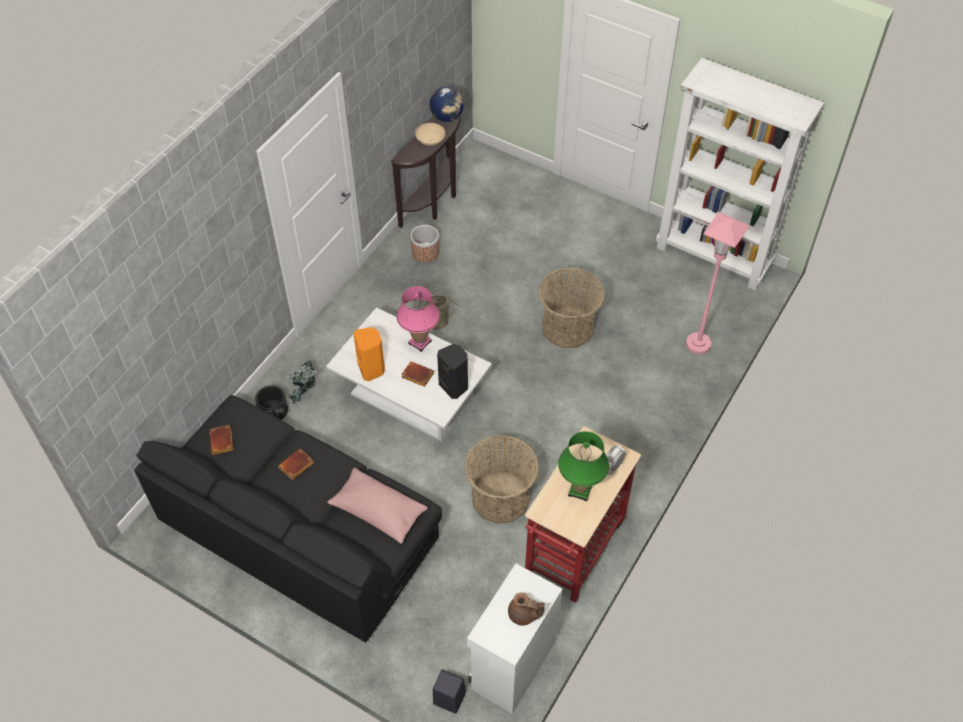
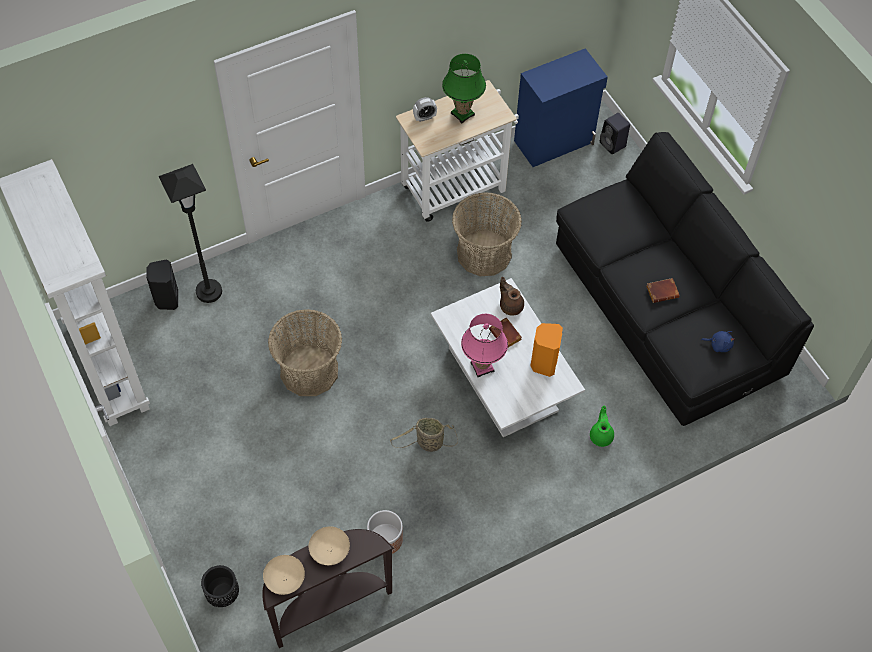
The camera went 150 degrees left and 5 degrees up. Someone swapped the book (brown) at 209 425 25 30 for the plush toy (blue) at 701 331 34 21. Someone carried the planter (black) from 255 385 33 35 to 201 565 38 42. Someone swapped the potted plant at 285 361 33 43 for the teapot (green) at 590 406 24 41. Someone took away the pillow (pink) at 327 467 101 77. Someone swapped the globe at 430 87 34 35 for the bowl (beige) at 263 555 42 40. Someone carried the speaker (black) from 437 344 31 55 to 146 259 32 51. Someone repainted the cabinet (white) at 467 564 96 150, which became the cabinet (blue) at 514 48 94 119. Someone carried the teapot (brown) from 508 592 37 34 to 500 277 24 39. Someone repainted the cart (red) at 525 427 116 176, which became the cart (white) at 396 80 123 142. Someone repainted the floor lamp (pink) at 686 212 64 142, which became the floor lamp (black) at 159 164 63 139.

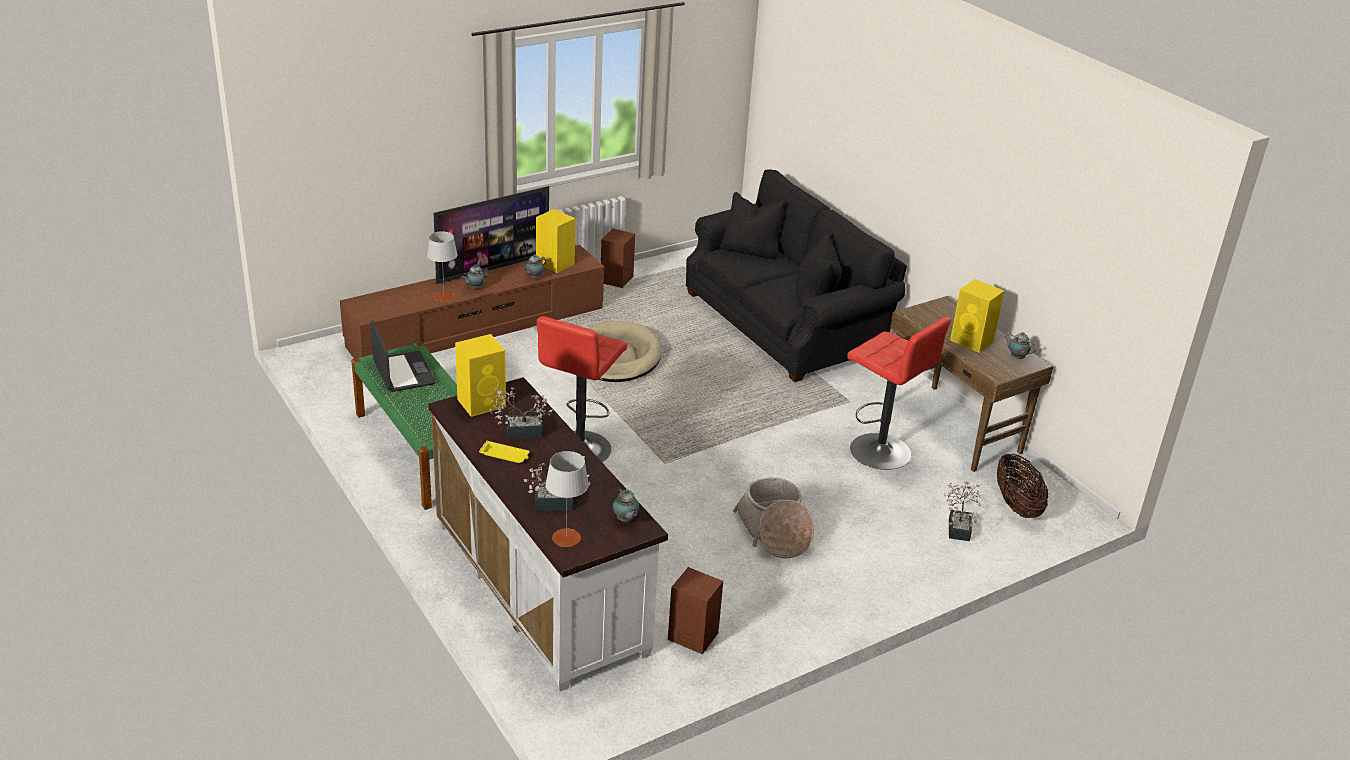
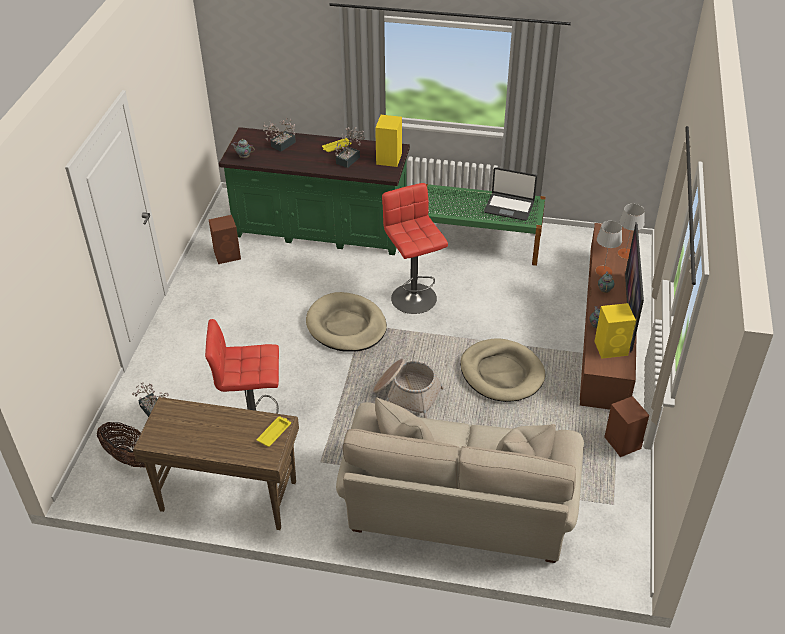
The camera went 135 degrees right and 10 degrees up. Someone repainted the cabinet (white) at 428 377 240 315, which became the cabinet (green) at 219 127 191 128. Someone carried the table lamp (grey) from 545 451 44 96 to 618 204 27 55. Someone repainted the sofa (black) at 686 169 221 213, which became the sofa (beige) at 336 397 248 166. Someone carried the basket from 733 477 81 81 to 373 359 71 59. Someone took away the speaker (yellow) at 950 279 54 74. Someone took away the teapot at 1005 332 31 27. Someone put down the tray (yellow) at 257 416 34 31. Someone put down the dog bed (beige) at 306 292 81 60.

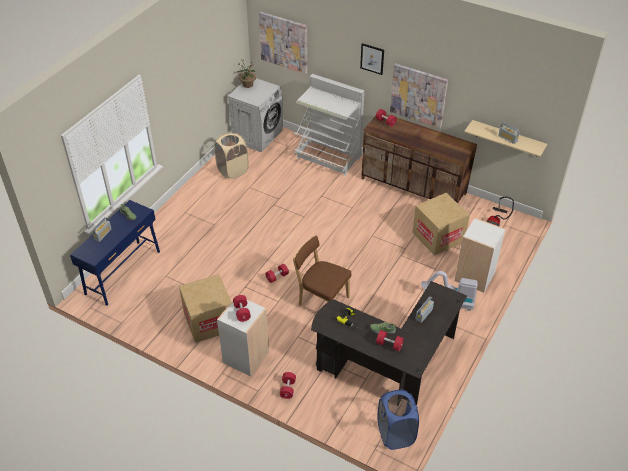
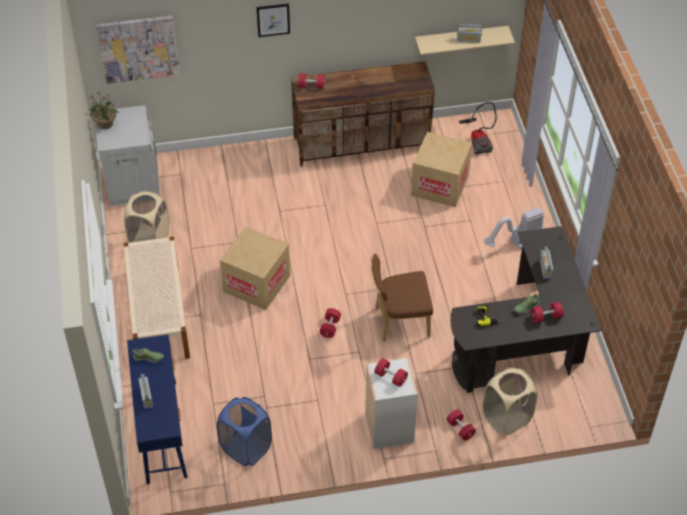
The camera went 40 degrees left and 5 degrees up. Someone carried the cardboard box from 179 274 52 69 to 220 227 70 83. Someone took away the shoe rack (white) at 294 74 71 102. Someone carried the laundry basket (blue) from 377 390 42 60 to 217 397 55 69. Someone took away the picture at 390 63 58 65. Someone took away the bookcase at 455 218 50 75. Someone put down the bench (beige) at 123 236 67 123. Someone put down the laundry basket (beige) at 483 367 55 68.

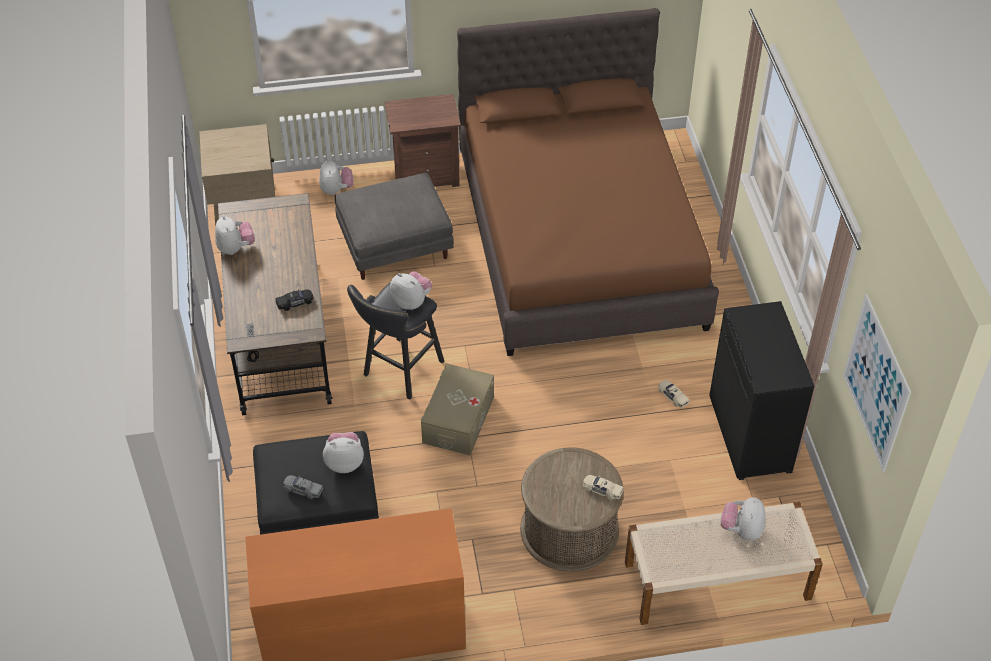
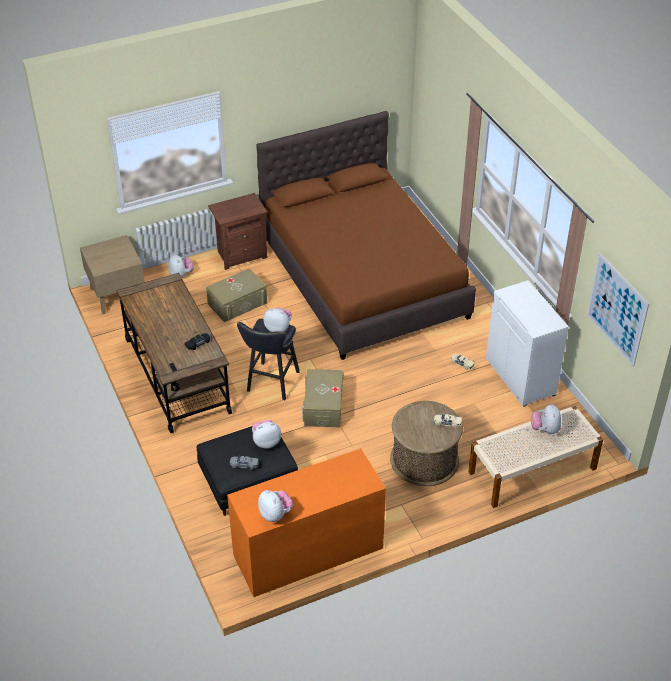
The camera went 15 degrees left and 5 degrees down. Someone carried the plush toy from 215 215 40 40 to 258 490 36 32. Someone swapped the ottoman (grey) at 335 173 119 107 for the storage box (beige) at 206 268 61 54. Someone repainted the cabinet (black) at 709 301 105 179, which became the cabinet (white) at 486 280 83 127.

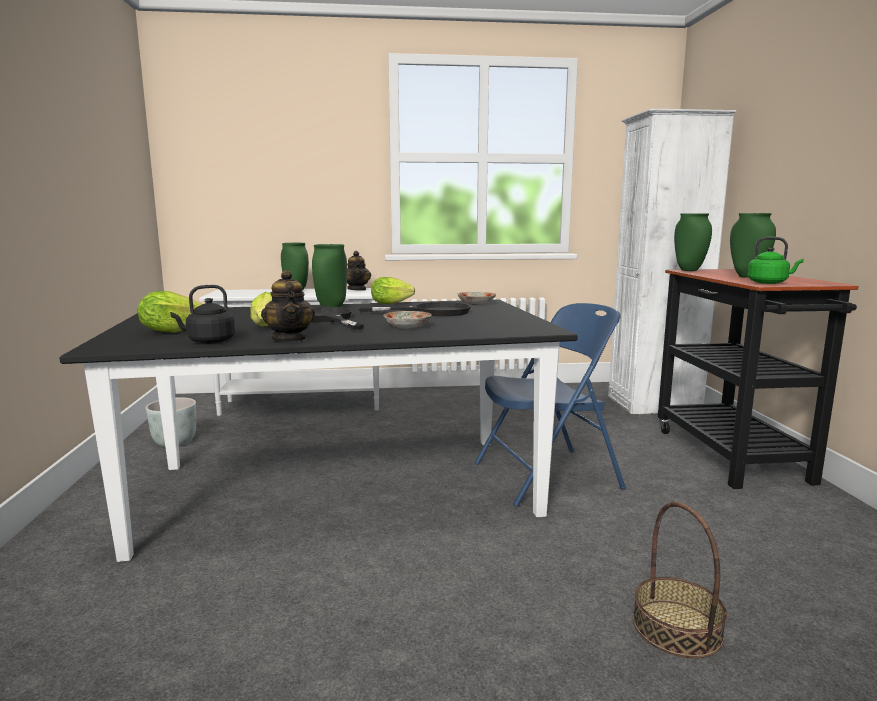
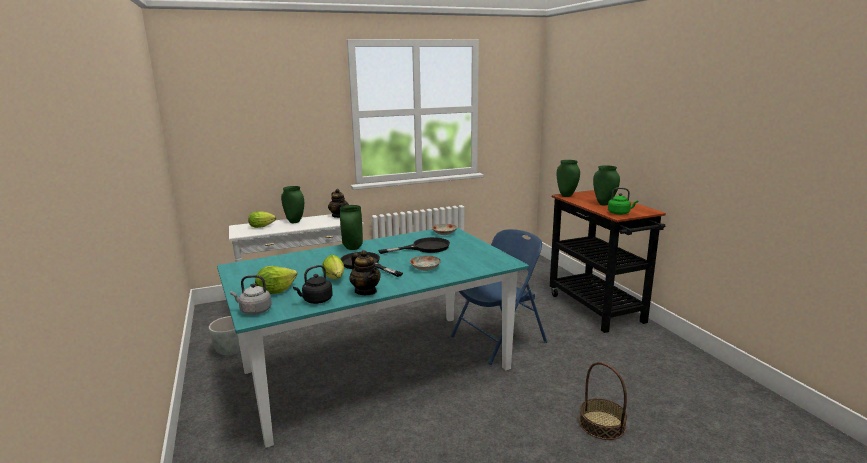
The camera went 15 degrees left and 5 degrees up. Someone repainted the dining table (black) at 59 299 519 263, which became the dining table (turquoise) at 217 228 312 220. Someone carried the lettuce from 371 277 44 27 to 248 211 28 17. Someone took away the cabinet (white) at 608 109 128 305. Someone put down the kettle (grey) at 230 275 42 40.

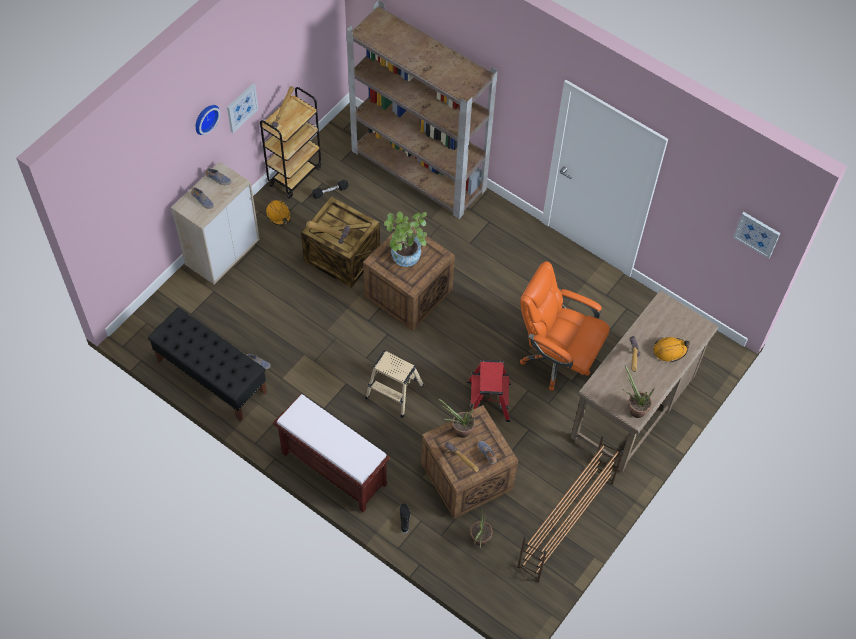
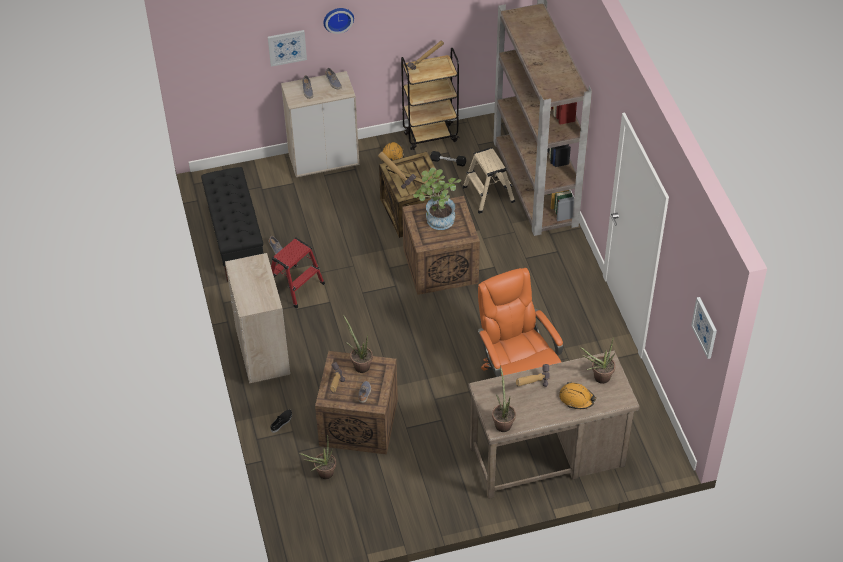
The camera went 40 degrees right and 10 degrees down. Someone carried the picture from 227 83 32 50 to 268 30 39 37. Someone swapped the bench (brown) at 273 394 117 118 for the cabinet (beige) at 225 253 65 131. Someone carried the step ladder (beige) from 365 350 59 68 to 462 147 53 67. Someone carried the step ladder (red) from 467 360 44 62 to 271 238 54 70. Someone took away the shoe rack (brown) at 517 437 107 145. Someone put down the potted plant at 580 337 35 47.

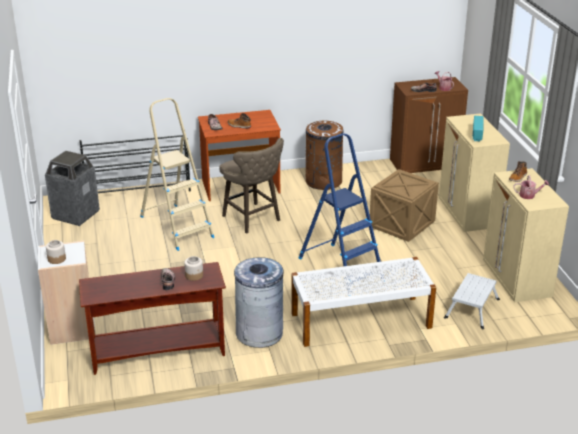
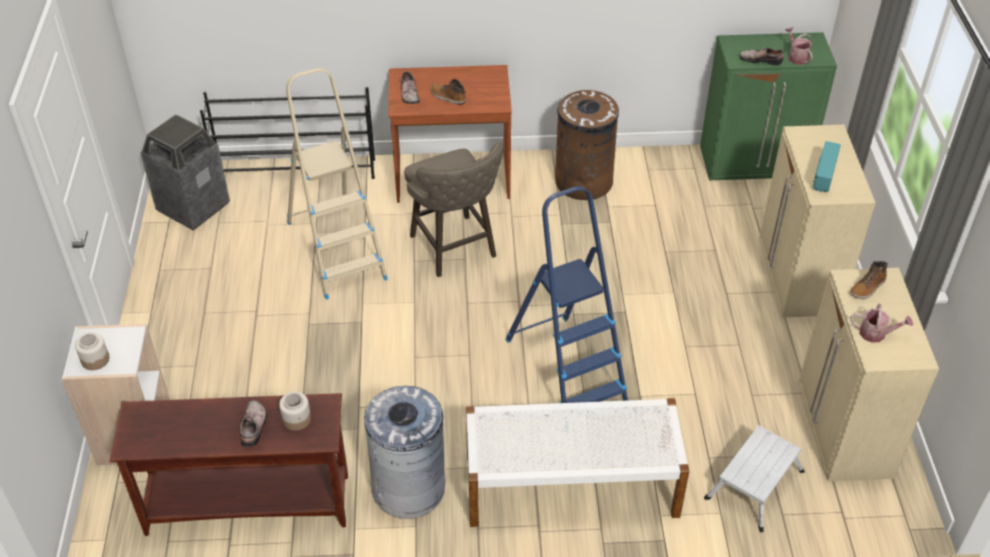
The camera went 10 degrees right and 15 degrees up. Someone took away the crate at 370 169 69 73. Someone repainted the cabinet (brown) at 390 77 78 96, which became the cabinet (green) at 700 32 137 148.

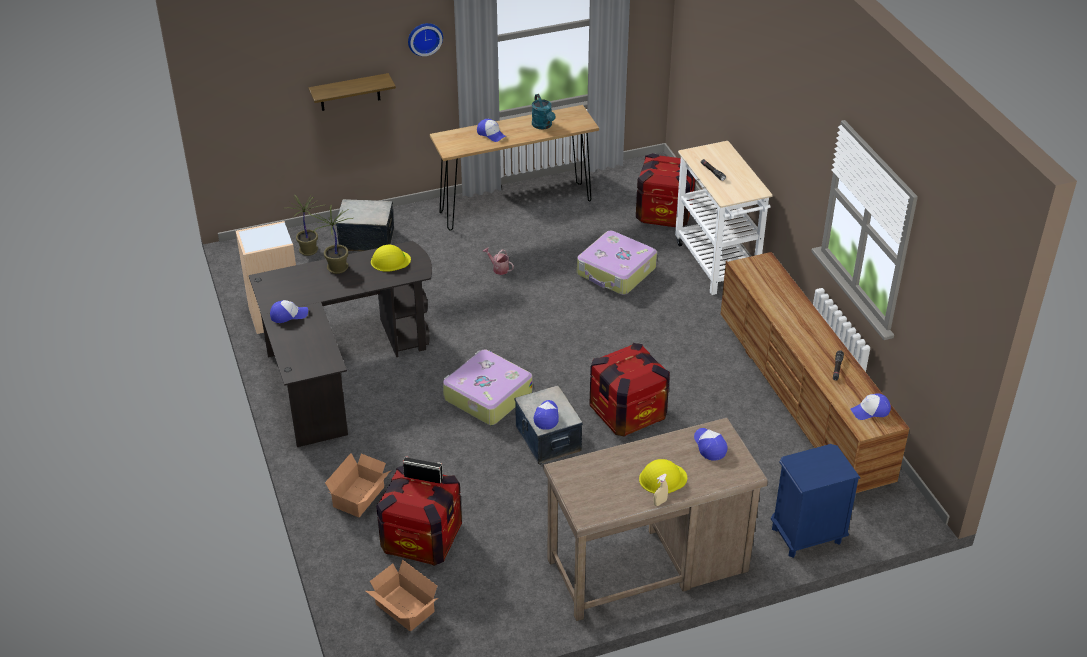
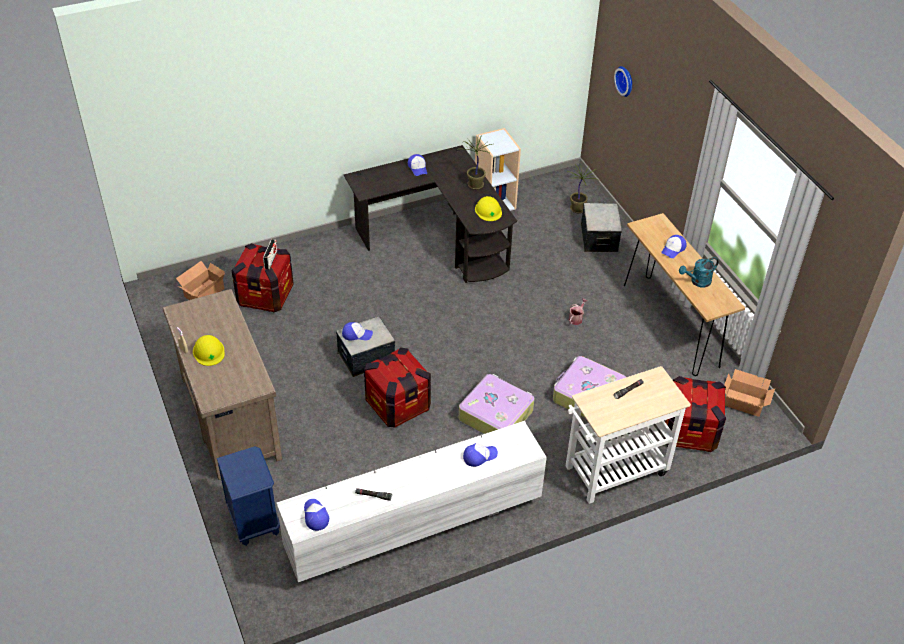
The camera went 85 degrees right and 5 degrees up. Someone took away the shelf at 308 73 88 38. Someone carried the cardboard box from 325 453 65 64 to 724 369 51 48. Someone carried the wall clock from 408 23 35 33 to 614 66 18 31. Someone carried the suitcase from 443 349 90 76 to 459 374 75 60. Someone carried the cap from 694 428 33 33 to 463 443 35 24. Someone repainted the cabinet (brown) at 721 252 189 241, which became the cabinet (white) at 277 421 270 161.

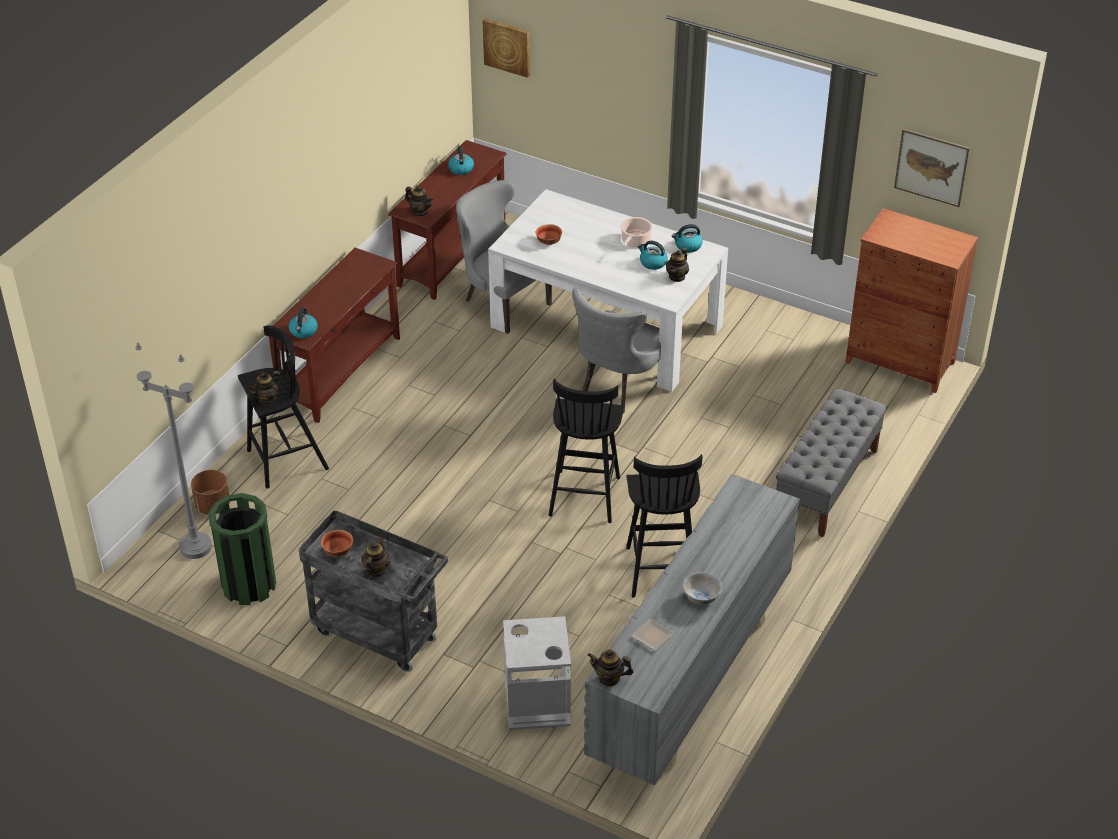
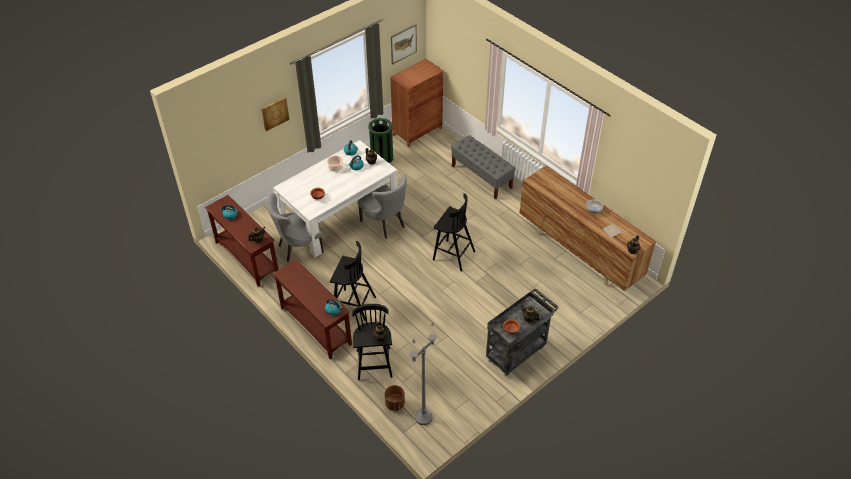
The camera went 70 degrees left and 5 degrees up. Someone carried the trash can (green) from 208 493 68 112 to 368 118 25 45. Someone carried the picture from 483 19 47 59 to 261 97 28 34. Someone took away the trash can (grey) at 503 616 68 114. Someone repainted the cabinet (grey) at 584 474 216 312, which became the cabinet (brown) at 519 166 137 125. Someone carried the stool (black) from 626 454 77 144 to 330 241 46 80.

